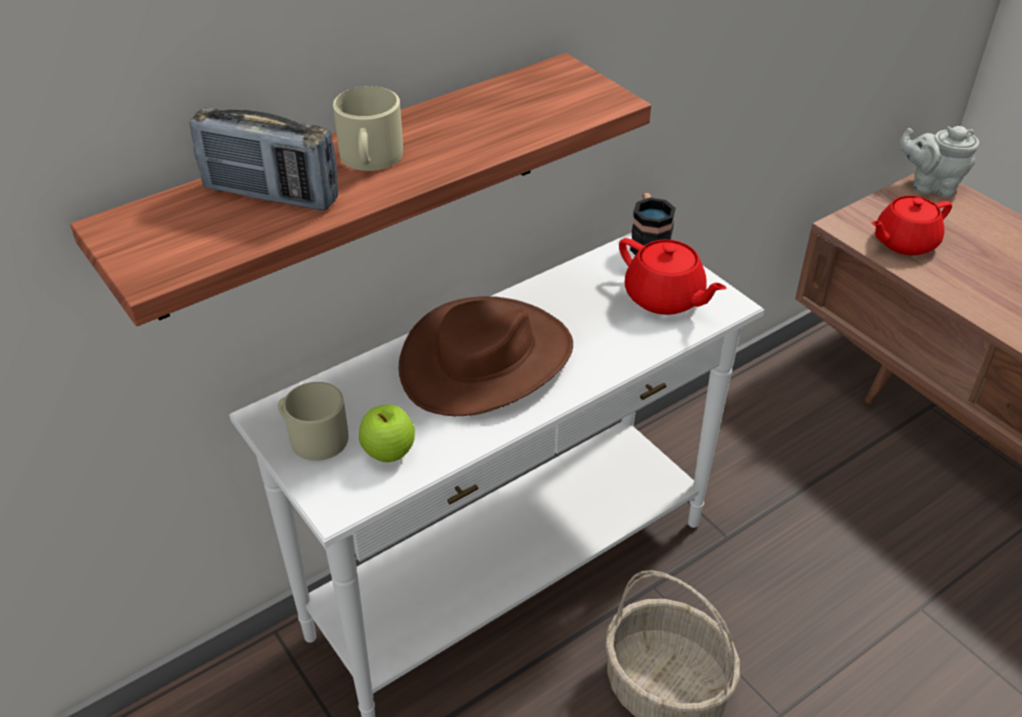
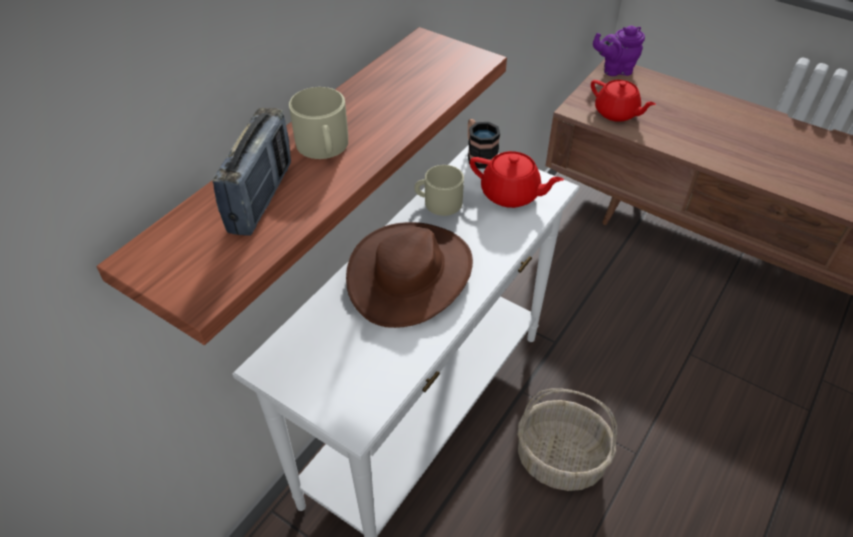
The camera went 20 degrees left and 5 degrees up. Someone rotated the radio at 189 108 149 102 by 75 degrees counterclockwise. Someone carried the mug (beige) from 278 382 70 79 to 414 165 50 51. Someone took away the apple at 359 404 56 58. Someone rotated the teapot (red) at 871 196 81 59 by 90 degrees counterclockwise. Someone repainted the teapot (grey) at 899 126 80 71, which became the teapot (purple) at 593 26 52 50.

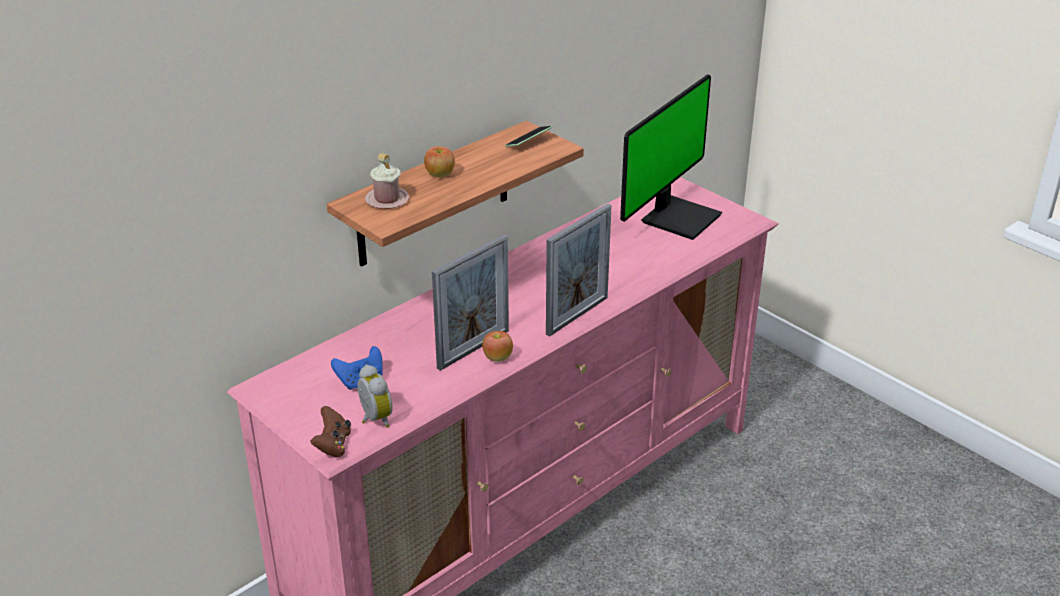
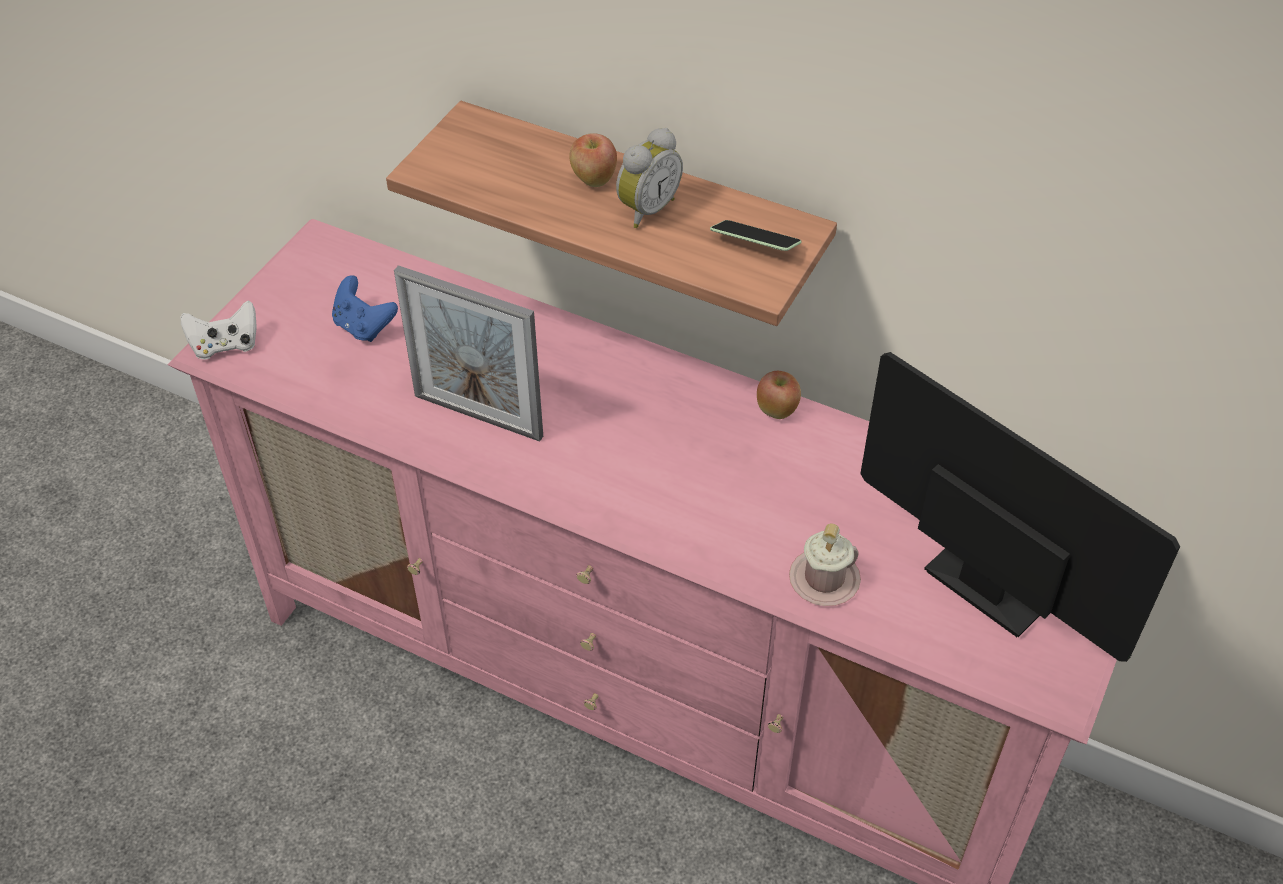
The camera went 70 degrees right and 15 degrees up. Someone repainted the game controller (brown) at 310 406 41 51, which became the game controller (white) at 180 300 77 60. Someone carried the alarm clock from 357 365 36 63 to 616 128 67 100. Someone carried the mug (pink) from 365 153 44 56 to 789 523 72 83. Someone carried the apple from 482 331 31 31 to 757 371 44 48. Someone took away the picture frame at 546 203 66 134. Someone rotated the monitor at 620 74 102 166 by 150 degrees counterclockwise.

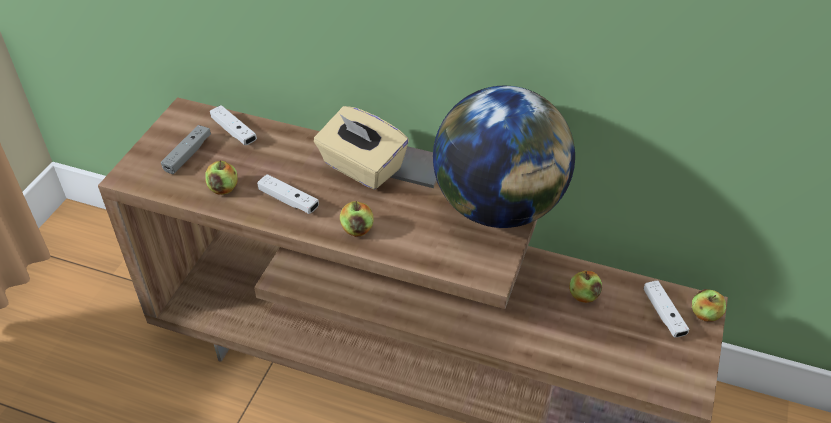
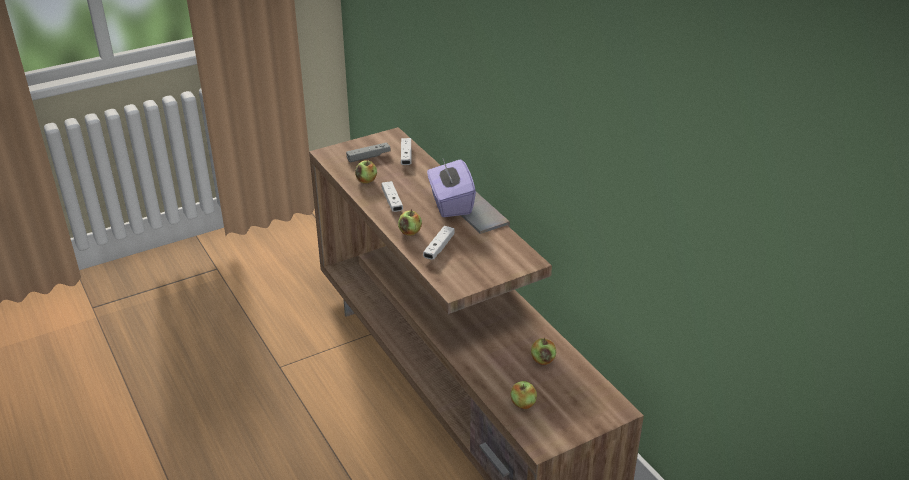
The camera went 40 degrees right and 10 degrees down. Someone repainted the tissue box (beige) at 314 106 95 84, which became the tissue box (purple) at 427 159 49 58. Someone took away the globe at 433 86 142 142. Someone carried the game controller (white) from 643 280 46 58 to 423 226 32 34. Someone carried the apple from 692 289 34 33 to 510 381 27 28.

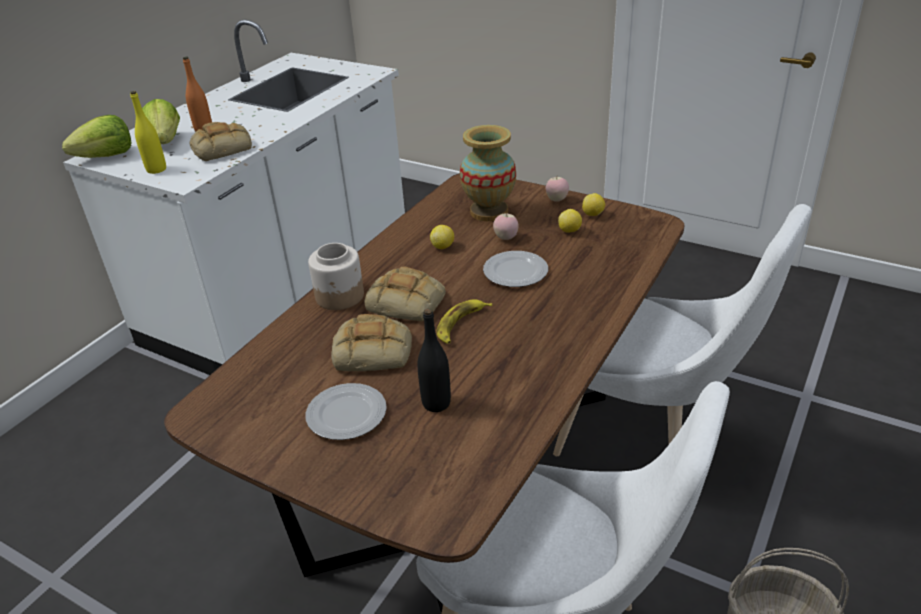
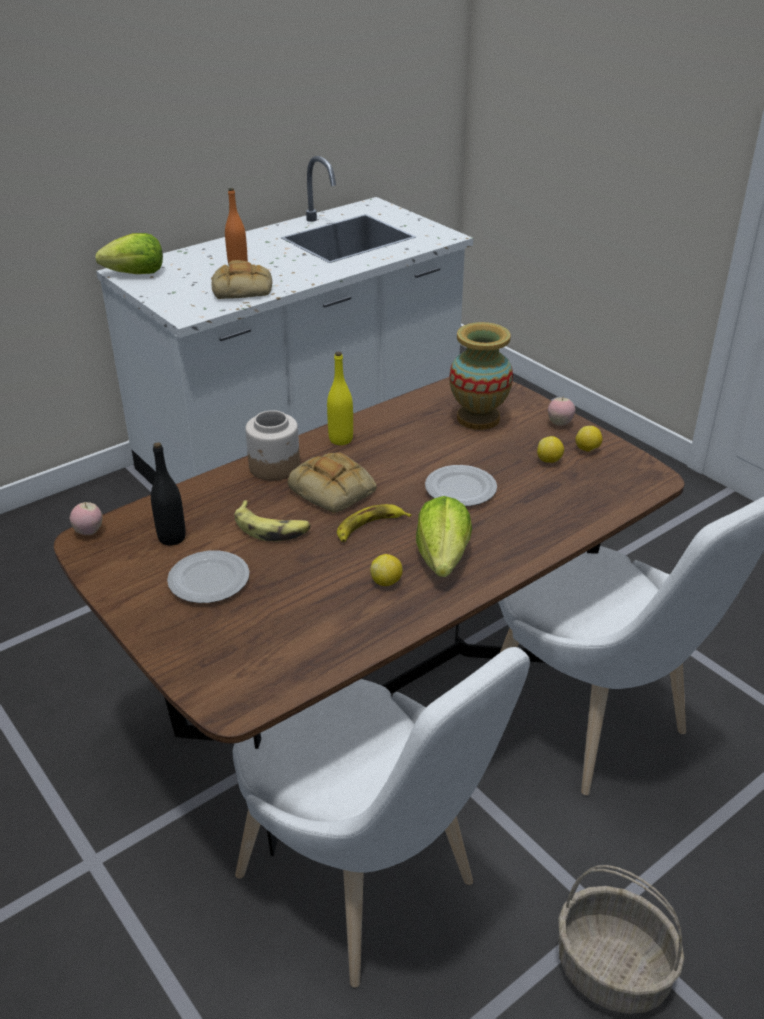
The camera went 20 degrees right and 0 degrees up. Someone carried the bottle (yellow) from 130 91 36 83 to 327 352 26 93. Someone carried the lettuce from 142 99 38 45 to 416 496 56 81. Someone swapped the bread at 331 314 81 57 for the banana at 234 500 77 41. Someone carried the bottle (black) from 417 308 34 104 to 151 442 35 104. Someone carried the lemon from 430 225 24 24 to 370 554 33 32. Someone carried the apple from 493 213 26 27 to 70 502 33 33.

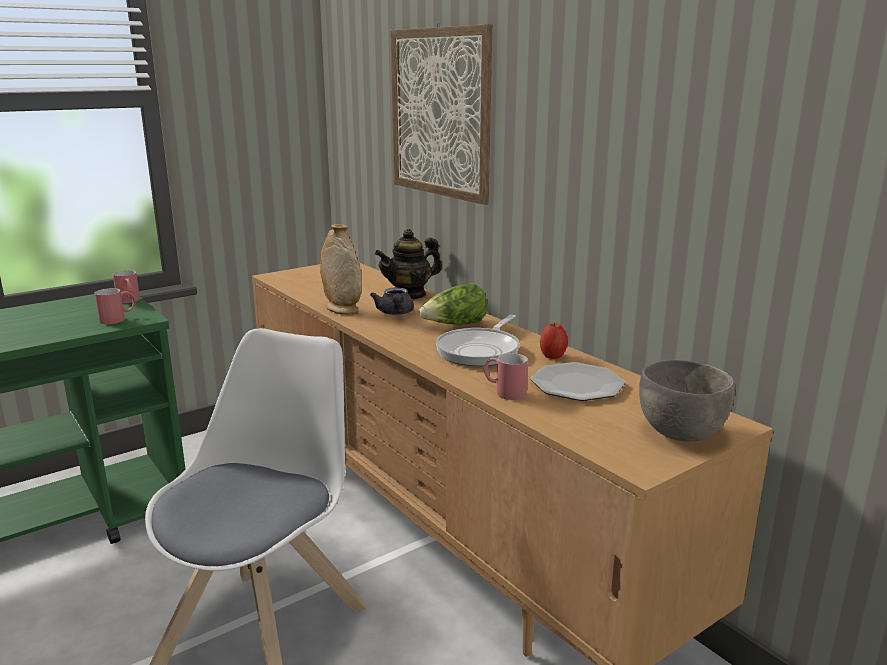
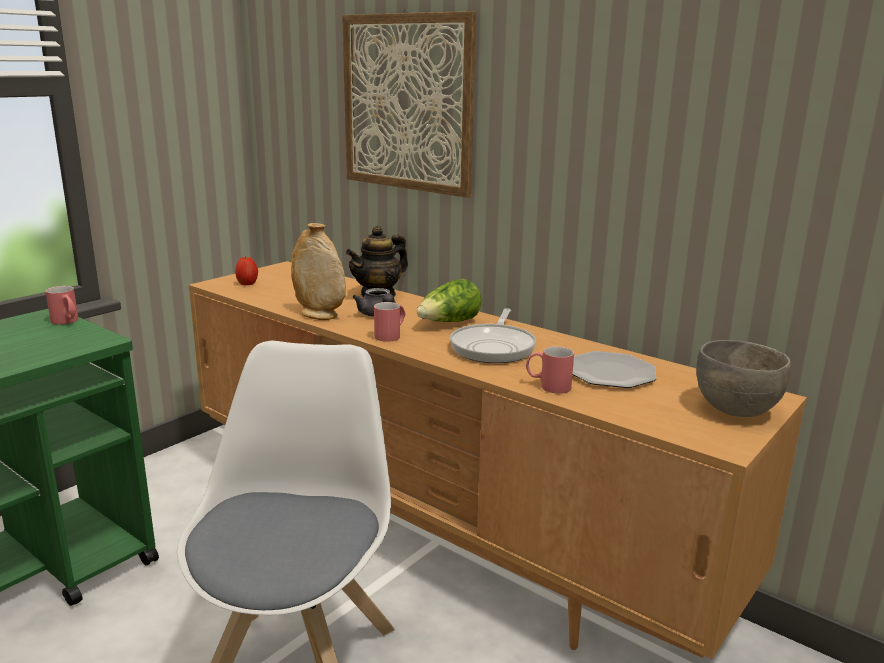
The camera went 15 degrees left and 0 degrees up. Someone carried the mug (red) from 94 288 41 36 to 374 302 32 40. Someone carried the apple from 540 322 28 37 to 235 256 23 29.

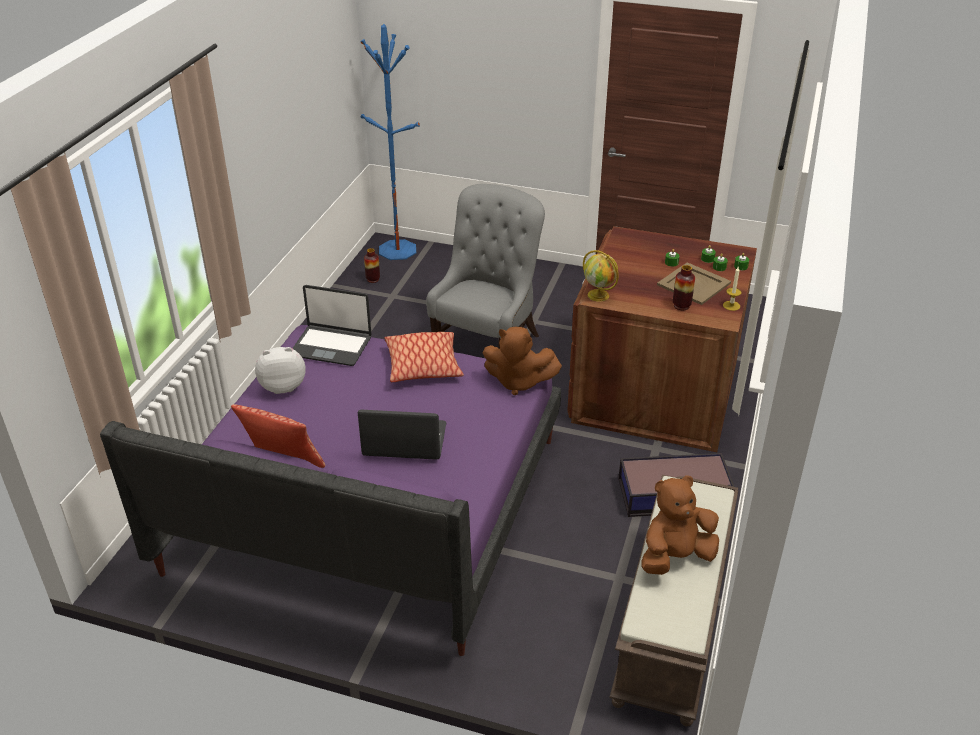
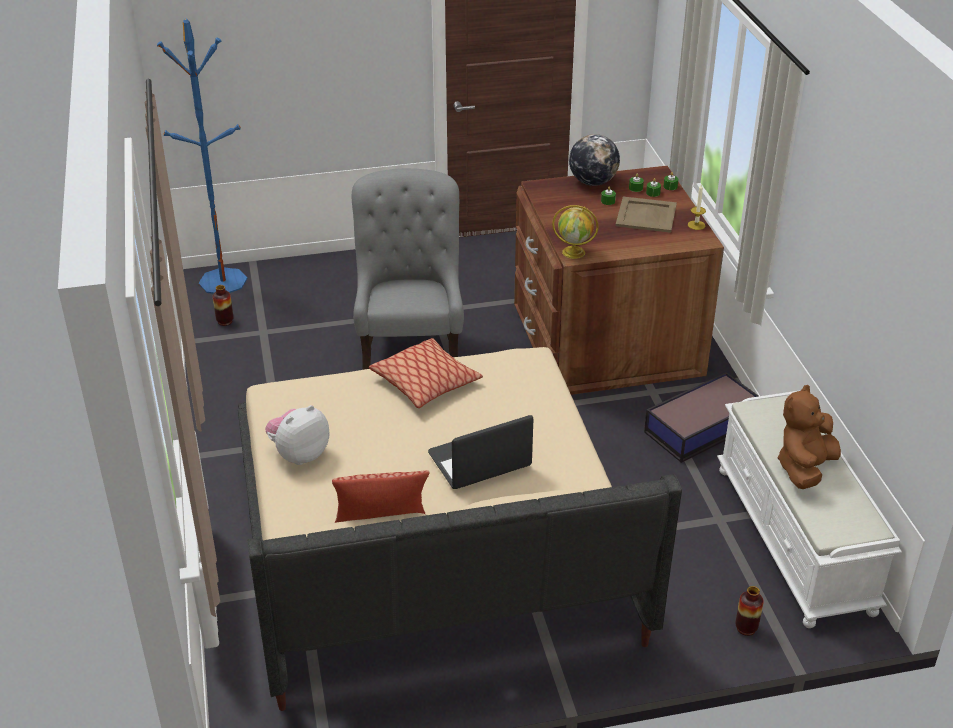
The camera went 30 degrees left and 0 degrees up. Someone repainted the bed (purple) at 100 325 461 331, which became the bed (beige) at 238 347 444 364. Someone took away the laptop at 292 285 80 81. Someone took away the plush toy (brown) at 483 327 79 68. Someone repainted the bench (brown) at 609 475 129 251, which became the bench (white) at 717 391 185 237. Someone carried the vase from 673 265 22 45 to 735 586 29 50. Someone put down the globe at 569 134 51 52.

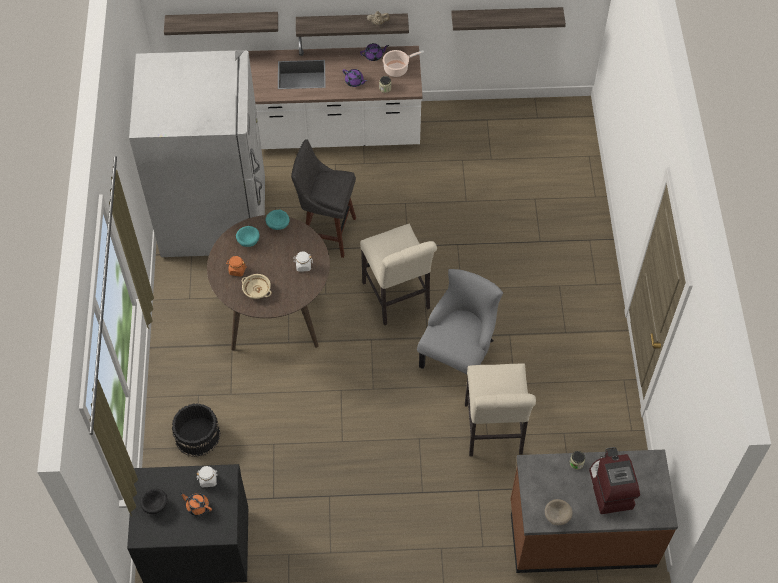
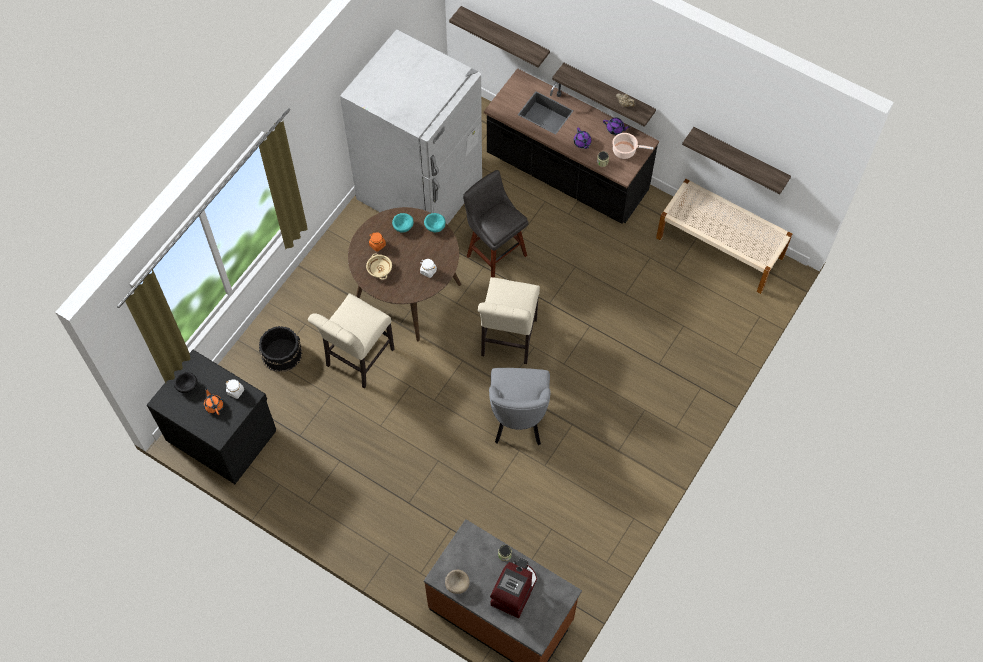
The camera went 35 degrees right and 5 degrees up. Someone repainted the counter (white) at 248 37 175 112, which became the counter (black) at 484 68 175 156. Someone rotated the chair (grey) at 417 269 86 105 by 120 degrees clockwise. Someone carried the stool (beige) from 465 364 71 92 to 308 293 86 96. Someone put down the bench (beige) at 656 179 136 115.

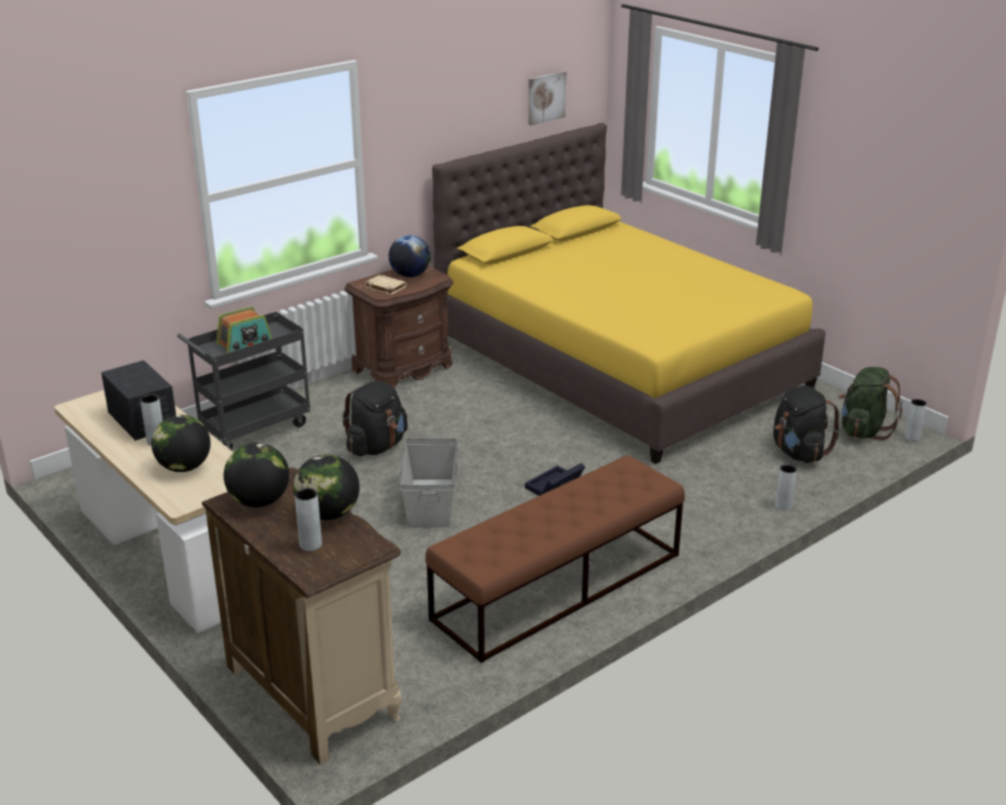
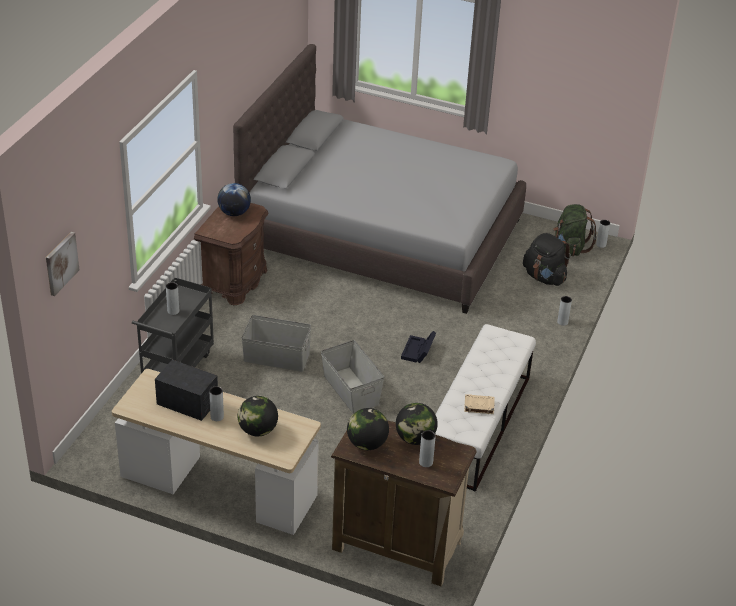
The camera went 30 degrees left and 10 degrees up. Someone swapped the radio at 216 307 56 46 for the vase (grey) at 166 282 13 33. Someone swapped the backpack (black) at 342 381 66 75 for the storage box (grey) at 242 315 69 57. Someone carried the book (beige) from 365 275 41 20 to 464 394 31 20. Someone repainted the bench (brown) at 425 455 260 208, which became the bench (white) at 435 324 101 168. Someone repainted the bed (yellow) at 432 123 394 341, which became the bed (grey) at 233 44 293 270. Someone carried the picture from 528 71 38 55 to 46 232 33 64.

